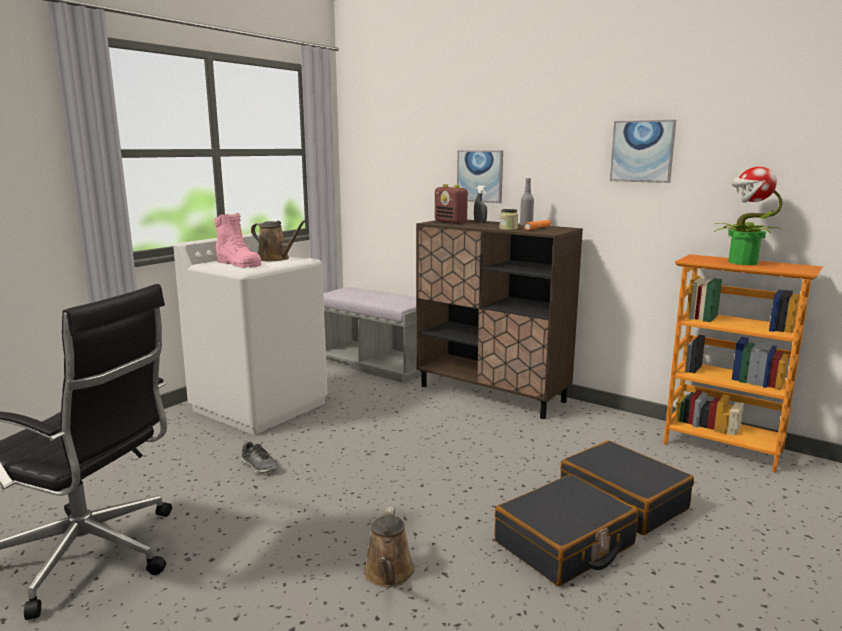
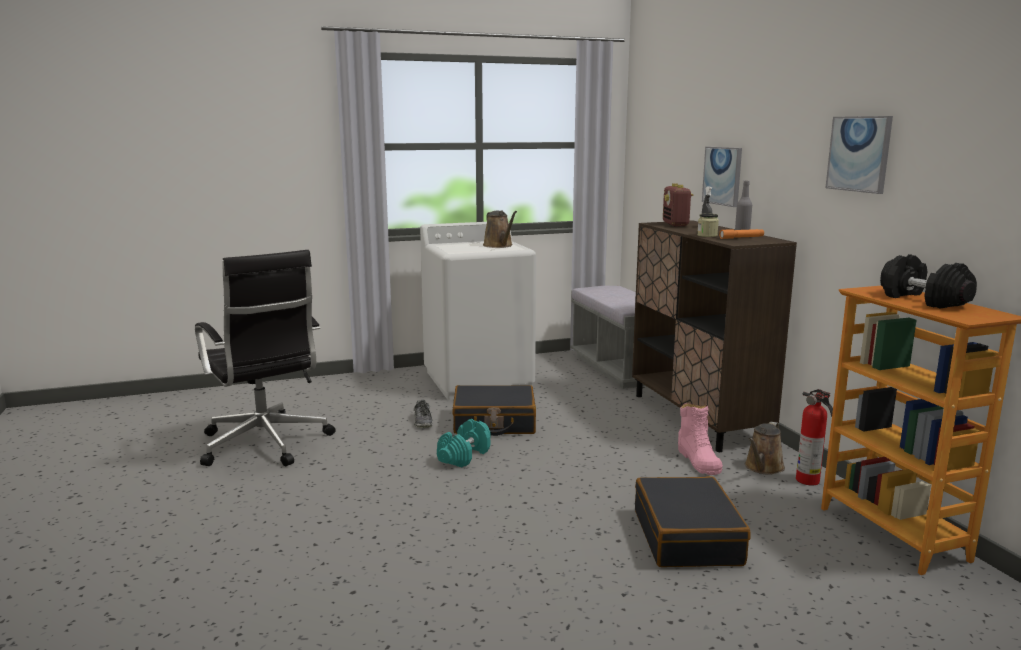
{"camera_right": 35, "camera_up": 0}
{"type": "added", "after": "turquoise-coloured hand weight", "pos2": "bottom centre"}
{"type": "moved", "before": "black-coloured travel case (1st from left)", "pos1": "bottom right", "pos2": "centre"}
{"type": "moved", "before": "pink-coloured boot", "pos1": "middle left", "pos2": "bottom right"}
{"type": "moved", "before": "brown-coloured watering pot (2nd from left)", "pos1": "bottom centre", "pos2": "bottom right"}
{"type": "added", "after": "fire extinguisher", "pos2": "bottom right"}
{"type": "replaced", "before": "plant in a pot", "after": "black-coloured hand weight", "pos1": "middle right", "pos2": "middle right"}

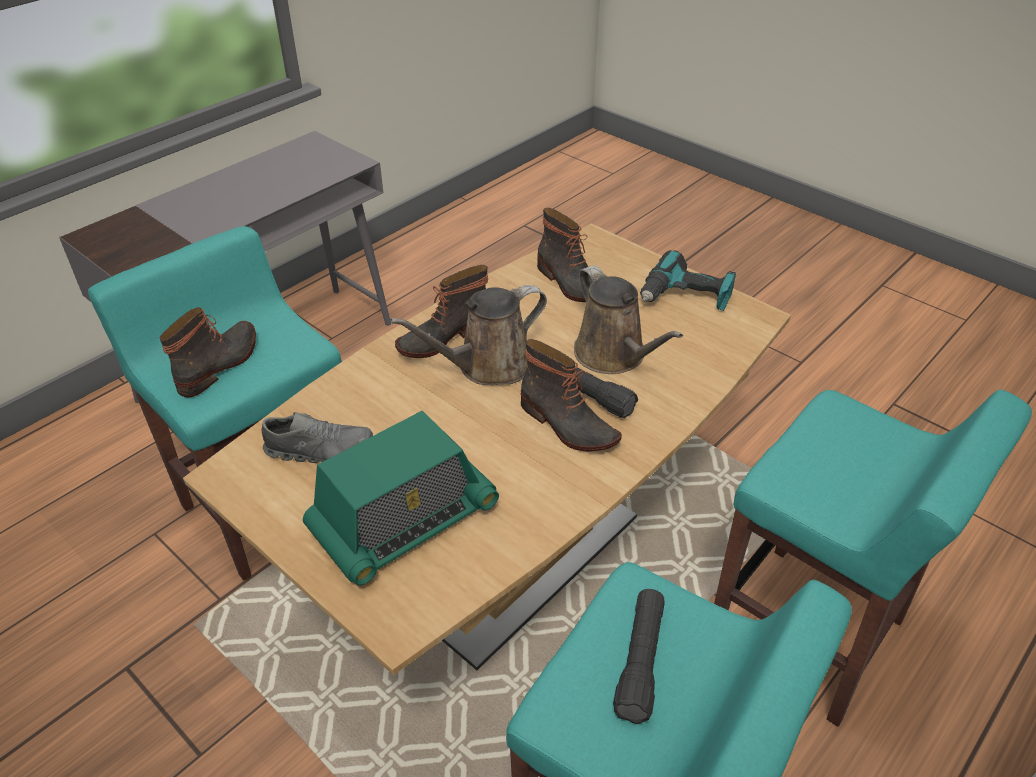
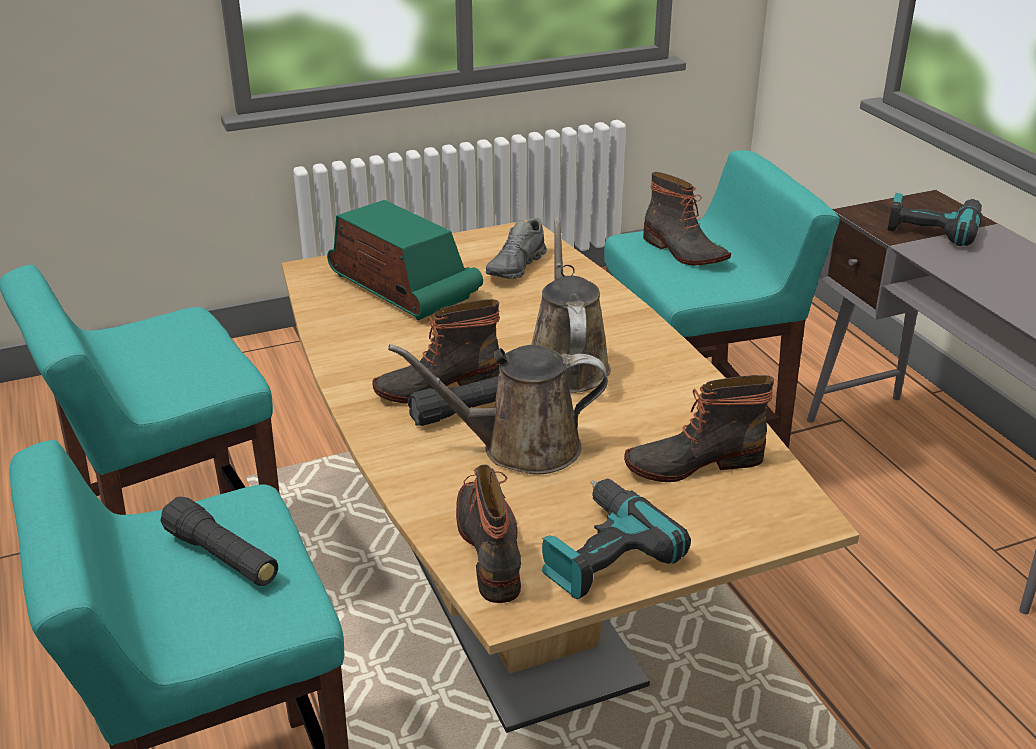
{"camera_right": 115, "camera_up": -10}
{"type": "moved", "before": "black-coloured torch (2nd from left in the first image)", "after": "black-coloured torch (1st from left)", "pos1": "bottom centre", "pos2": "bottom left"}
{"type": "turned", "before": "radio receiver", "pos1": "centre", "pos2": "centre", "turn": 150}
{"type": "moved", "before": "boot (2nd from left)", "pos1": "centre", "pos2": "bottom centre"}
{"type": "added", "after": "drill (2nd from left)", "pos2": "top right"}

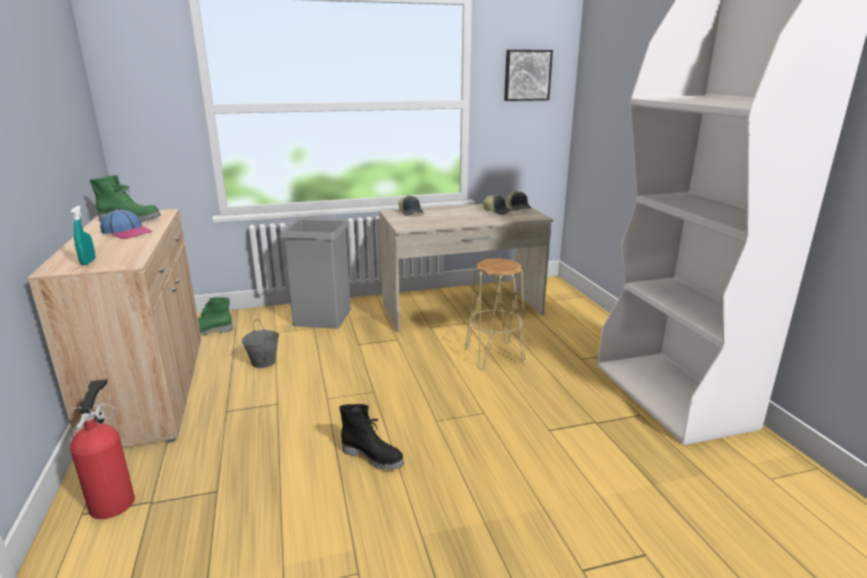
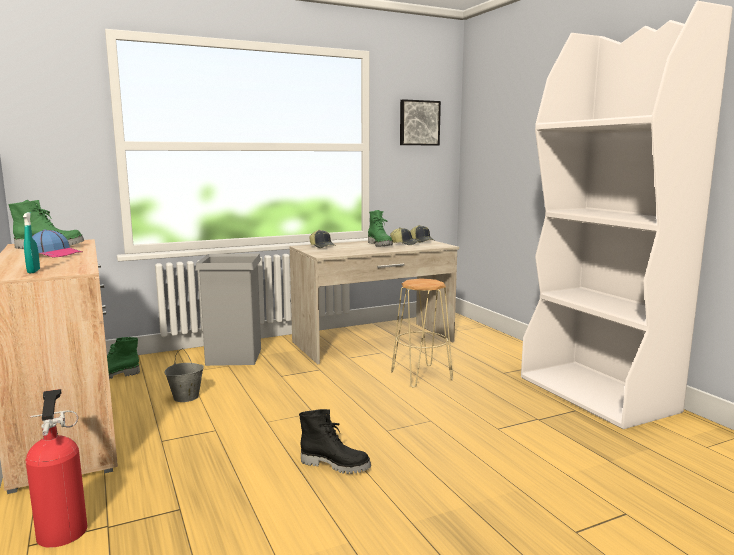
{"camera_right": -10, "camera_up": -10}
{"type": "added", "after": "green-coloured boot (3rd from left)", "pos2": "centre"}

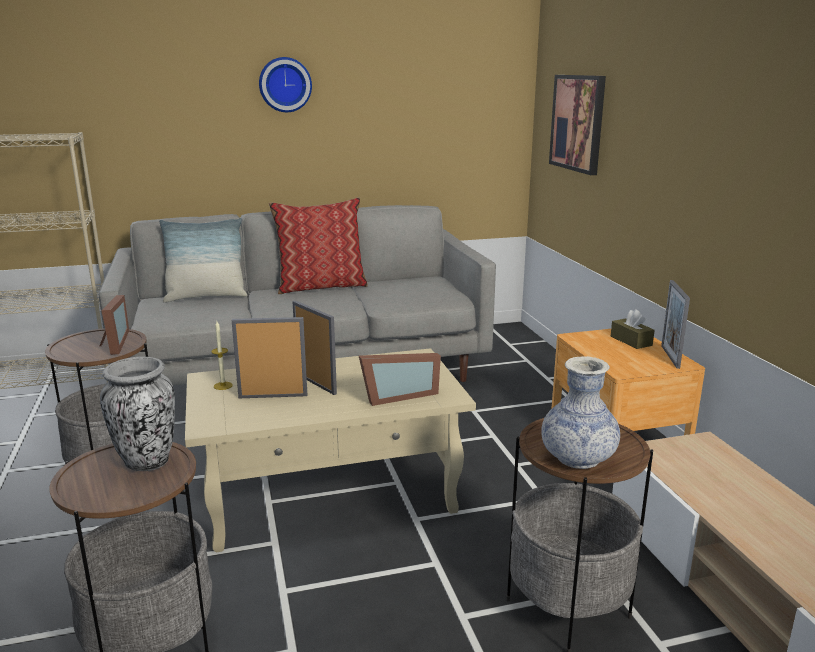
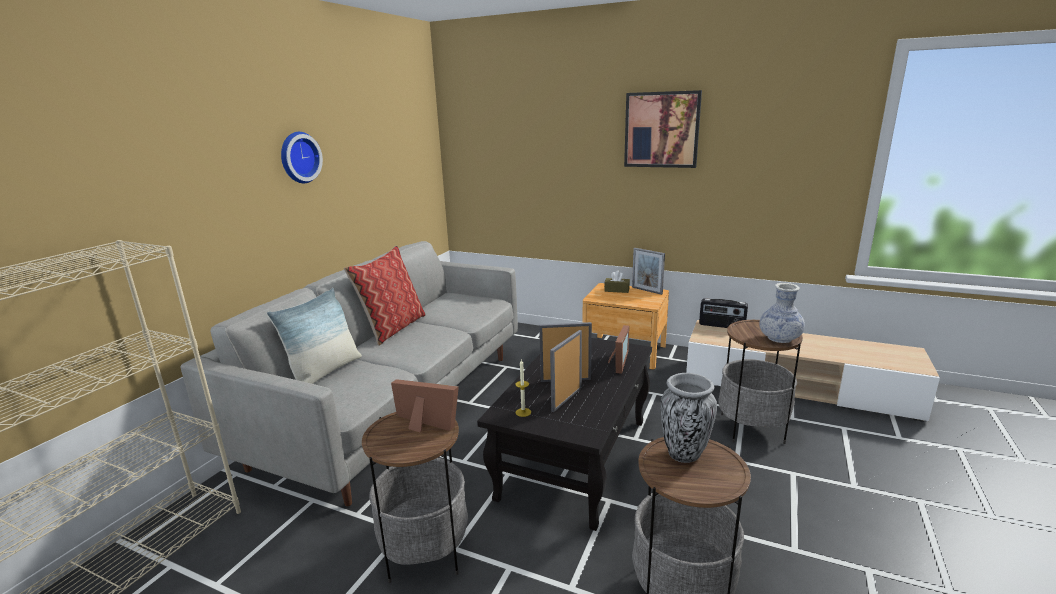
{"camera_right": -50, "camera_up": 0}
{"type": "recoloured", "before": "sand-coloured coffee table", "after": "black-coloured coffee table", "pos1": "bottom centre", "pos2": "bottom centre"}
{"type": "moved", "before": "wall art", "pos1": "top right", "pos2": "top centre"}
{"type": "added", "after": "radio receiver", "pos2": "middle right"}

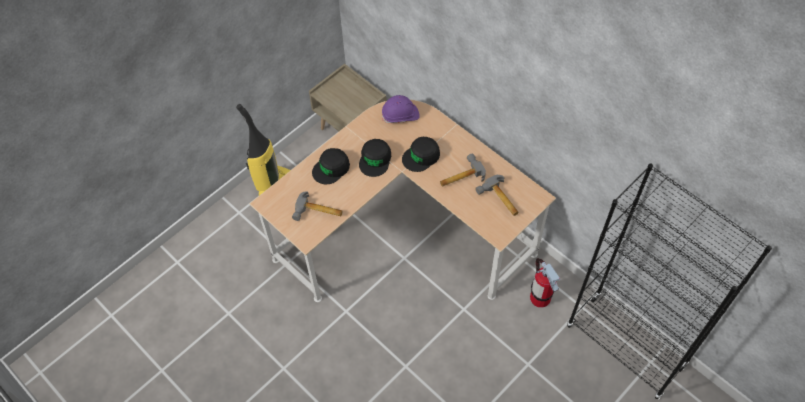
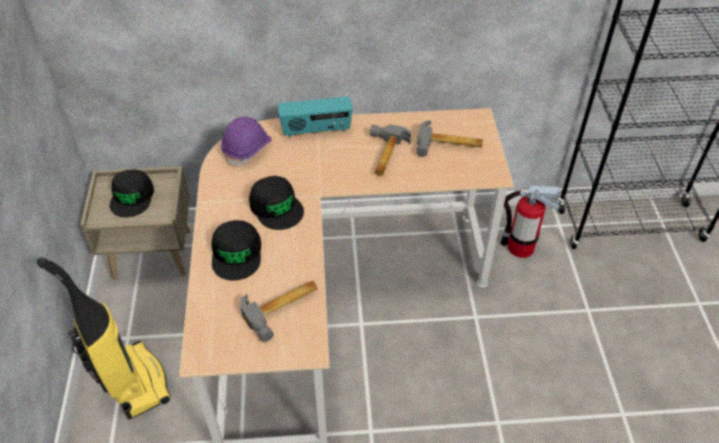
{"camera_right": -50, "camera_up": -10}
{"type": "moved", "before": "black-coloured peaked cap (3rd from left in the first image)", "after": "black-coloured peaked cap (1st from left)", "pos1": "centre", "pos2": "middle left"}
{"type": "added", "after": "radio receiver", "pos2": "top centre"}

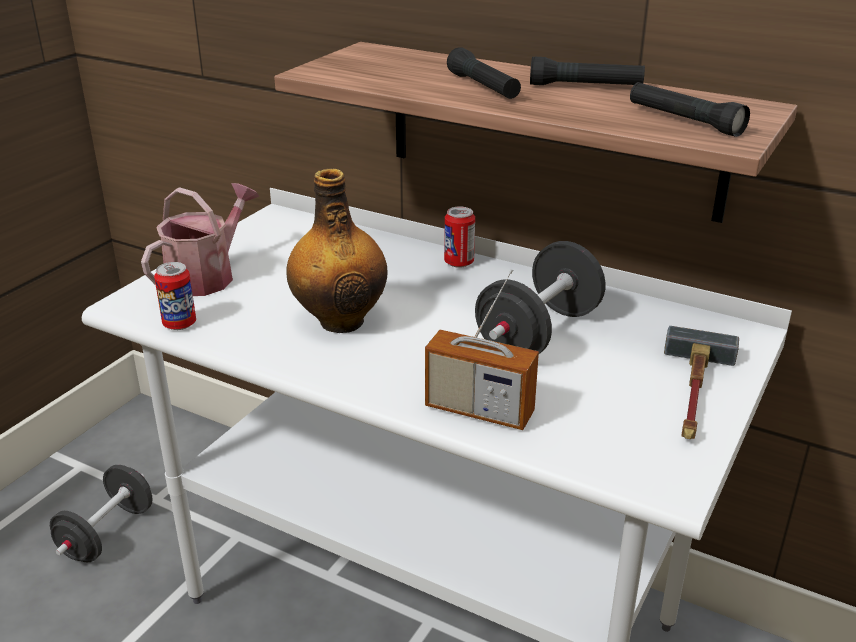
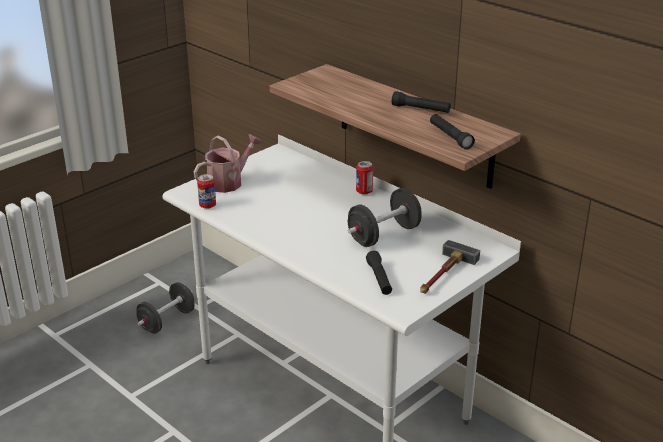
{"camera_right": 15, "camera_up": 0}
{"type": "moved", "before": "black-coloured torch (1st from left)", "pos1": "top centre", "pos2": "centre"}
{"type": "removed", "before": "drink bottle", "pos1": "centre"}
{"type": "removed", "before": "radio receiver", "pos1": "centre"}

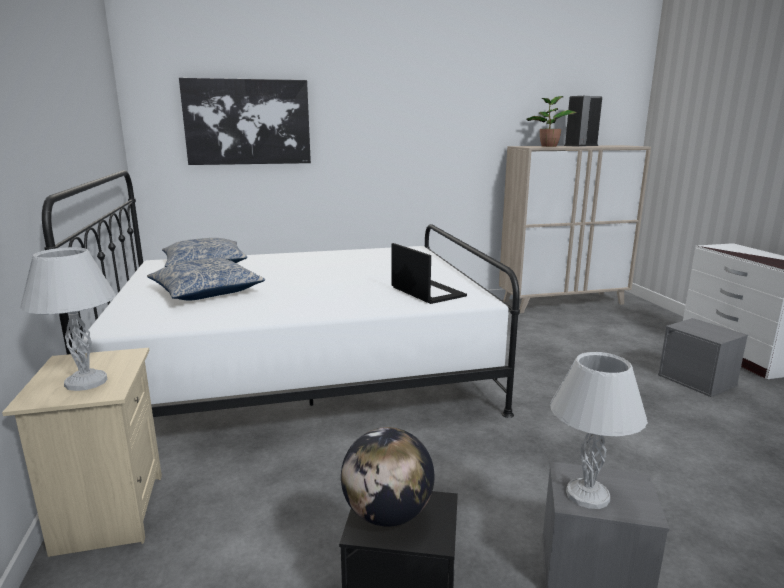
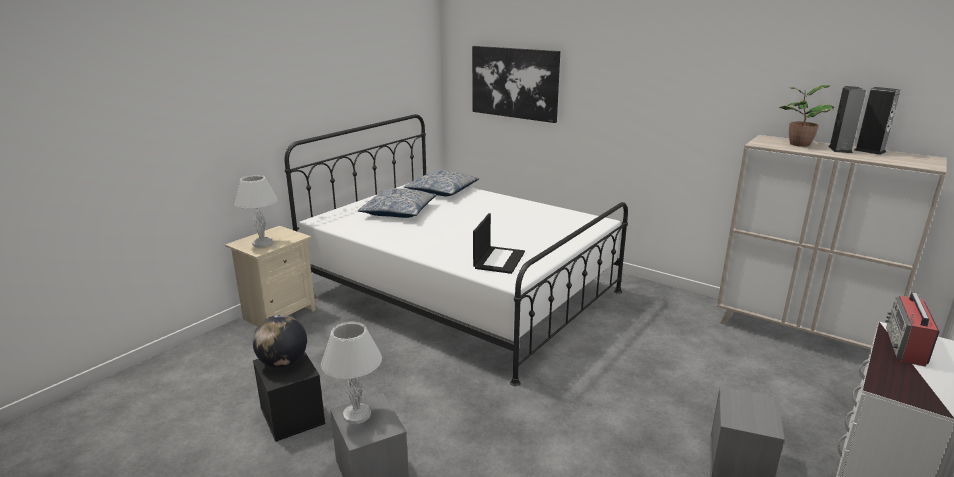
{"camera_right": 50, "camera_up": 5}
{"type": "added", "after": "radio receiver", "pos2": "bottom right"}

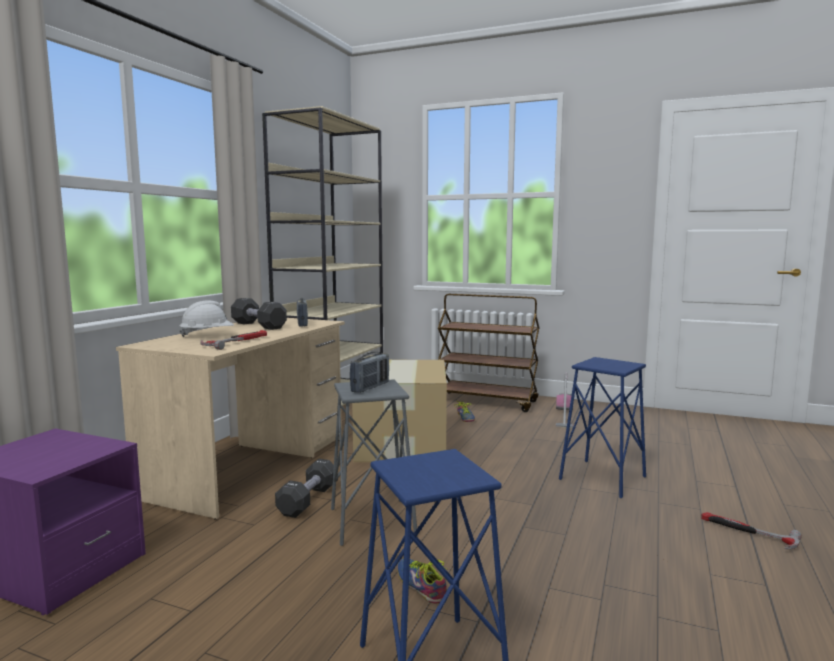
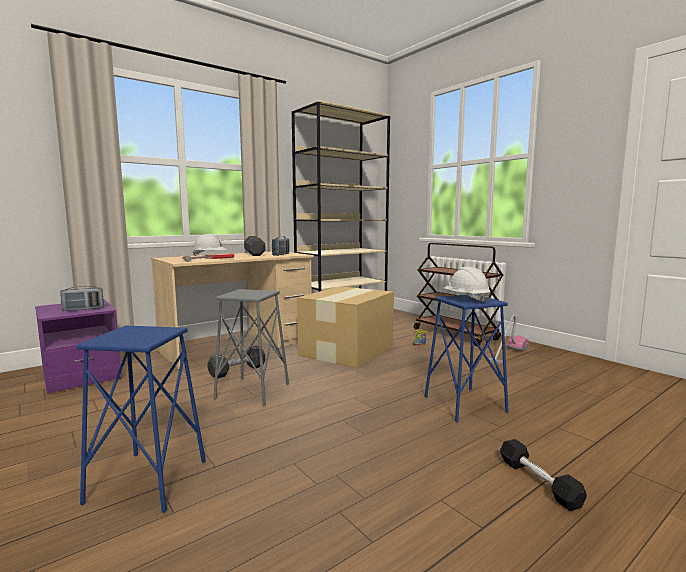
{"camera_right": 30, "camera_up": 0}
{"type": "moved", "before": "radio receiver (2nd from left in the first image)", "after": "radio receiver (1st from left)", "pos1": "centre", "pos2": "middle left"}
{"type": "added", "after": "white-coloured work helmet (2nd from left)", "pos2": "middle right"}
{"type": "replaced", "before": "hand hammer (2nd from left)", "after": "black-coloured hand weight (3rd from left)", "pos1": "bottom right", "pos2": "bottom right"}
{"type": "removed", "before": "item of footwear (1st from left)", "pos1": "bottom centre"}

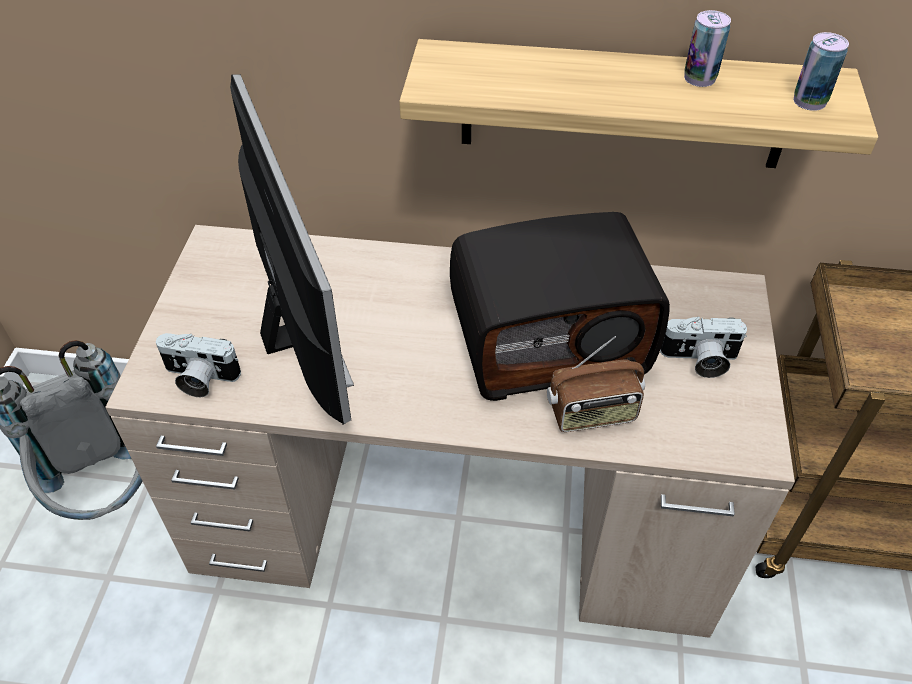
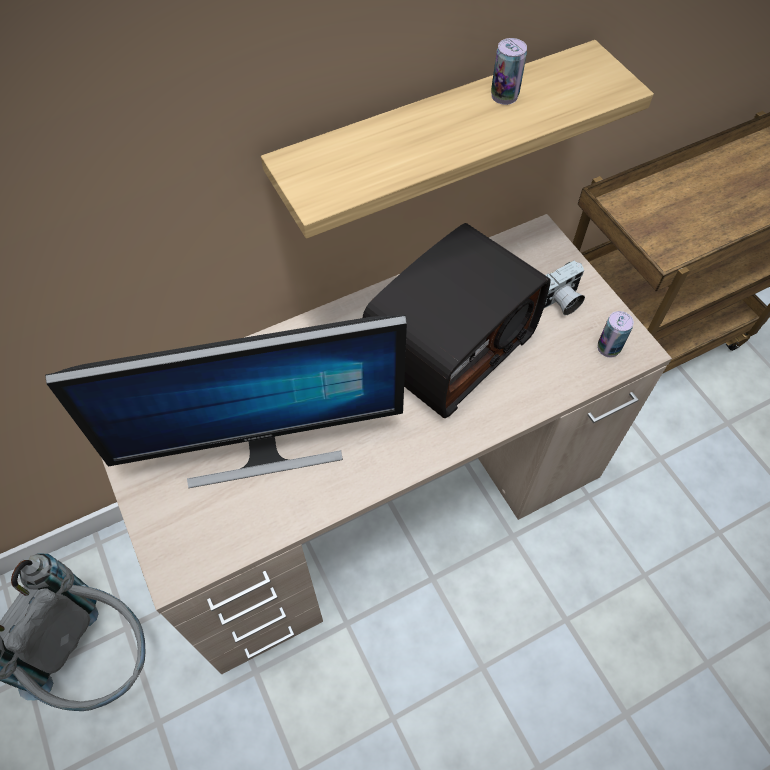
{"camera_right": -35, "camera_up": 10}
{"type": "turned", "before": "computer display", "pos1": "middle left", "pos2": "middle left", "turn": 135}
{"type": "moved", "before": "sealed can (2nd from left)", "pos1": "top right", "pos2": "middle right"}
{"type": "removed", "before": "still camera (1st from left)", "pos1": "middle left"}
{"type": "removed", "before": "radio receiver (2nd from left)", "pos1": "centre"}

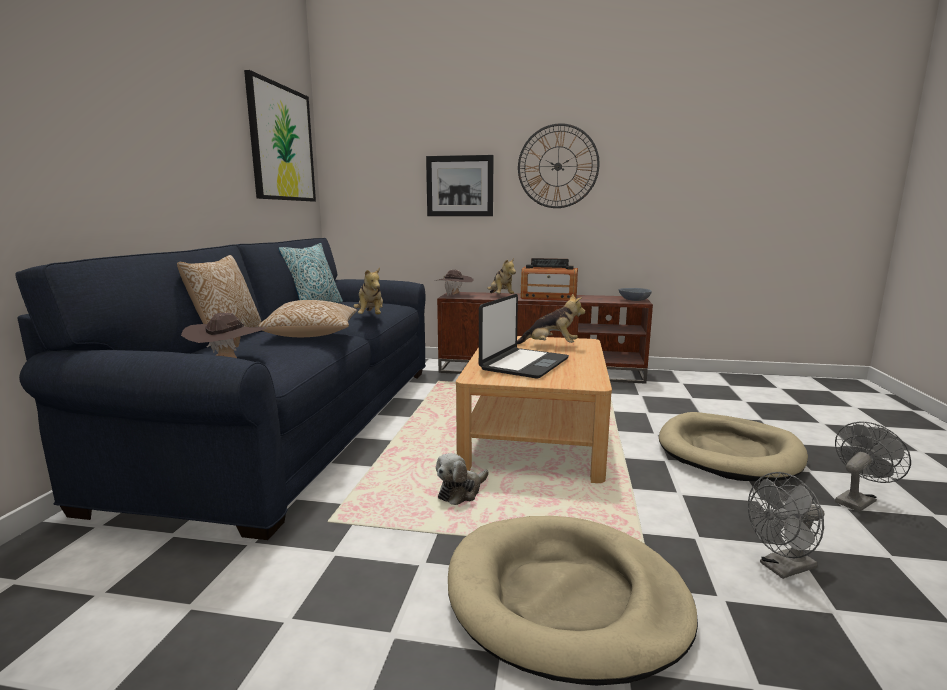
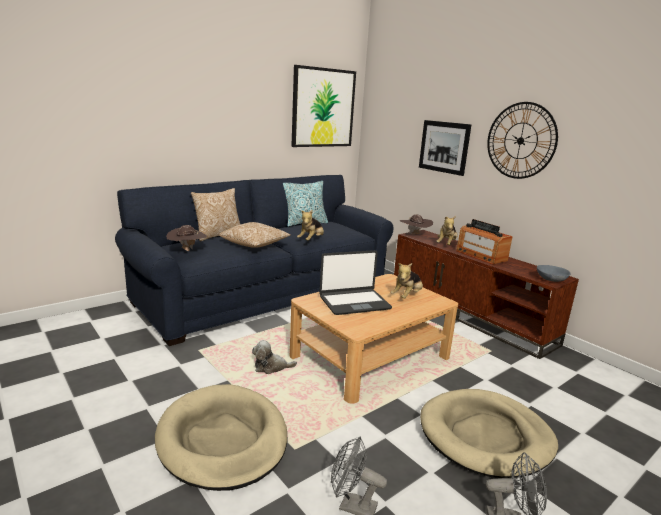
{"camera_right": 40, "camera_up": 5}
{"type": "turned", "before": "cuddly toy (4th from left in the first image)", "pos1": "centre", "pos2": "centre", "turn": 75}

